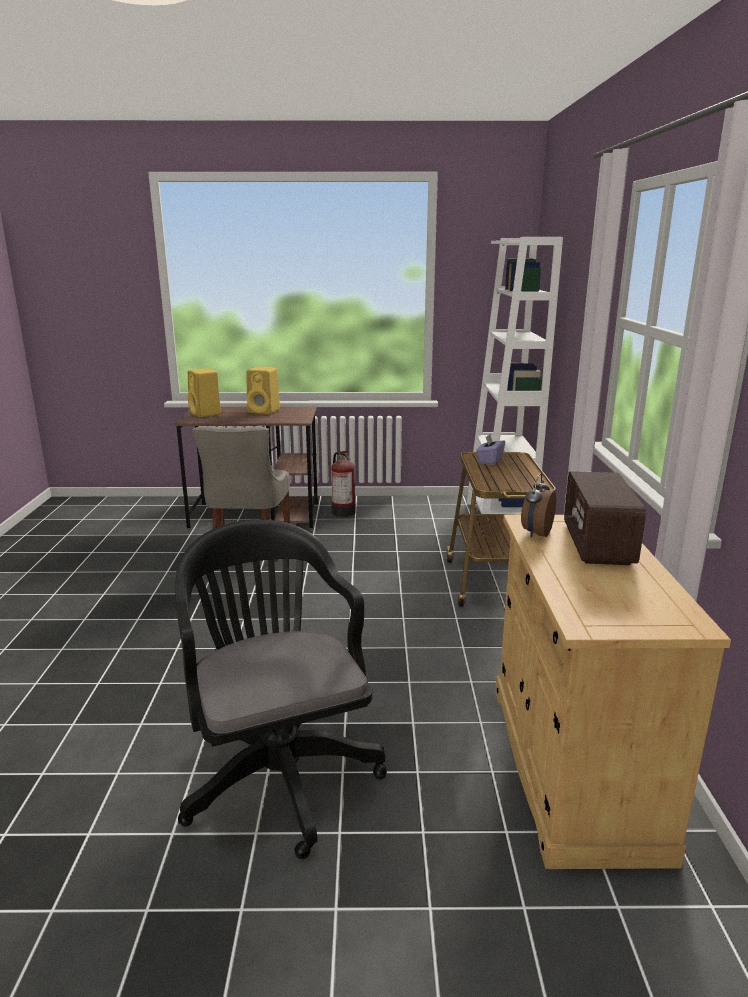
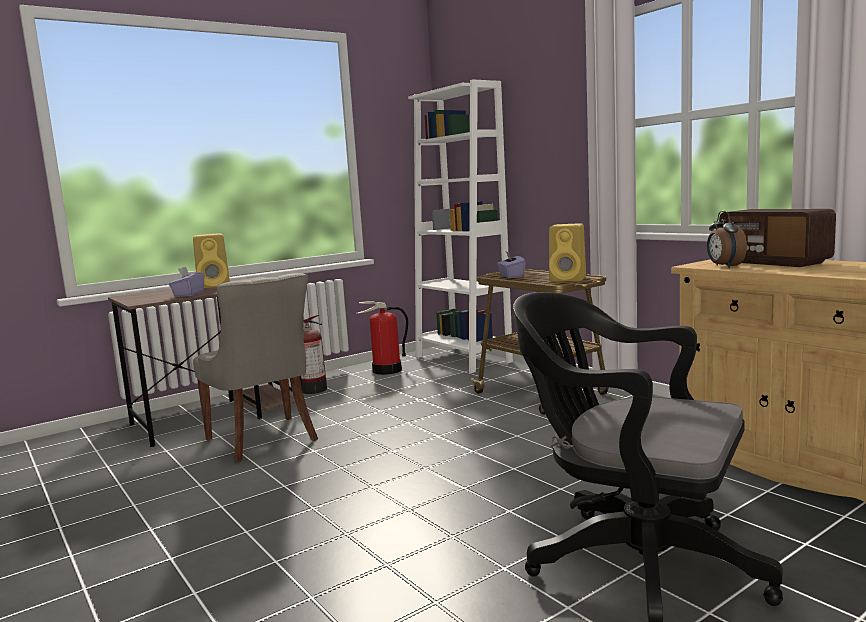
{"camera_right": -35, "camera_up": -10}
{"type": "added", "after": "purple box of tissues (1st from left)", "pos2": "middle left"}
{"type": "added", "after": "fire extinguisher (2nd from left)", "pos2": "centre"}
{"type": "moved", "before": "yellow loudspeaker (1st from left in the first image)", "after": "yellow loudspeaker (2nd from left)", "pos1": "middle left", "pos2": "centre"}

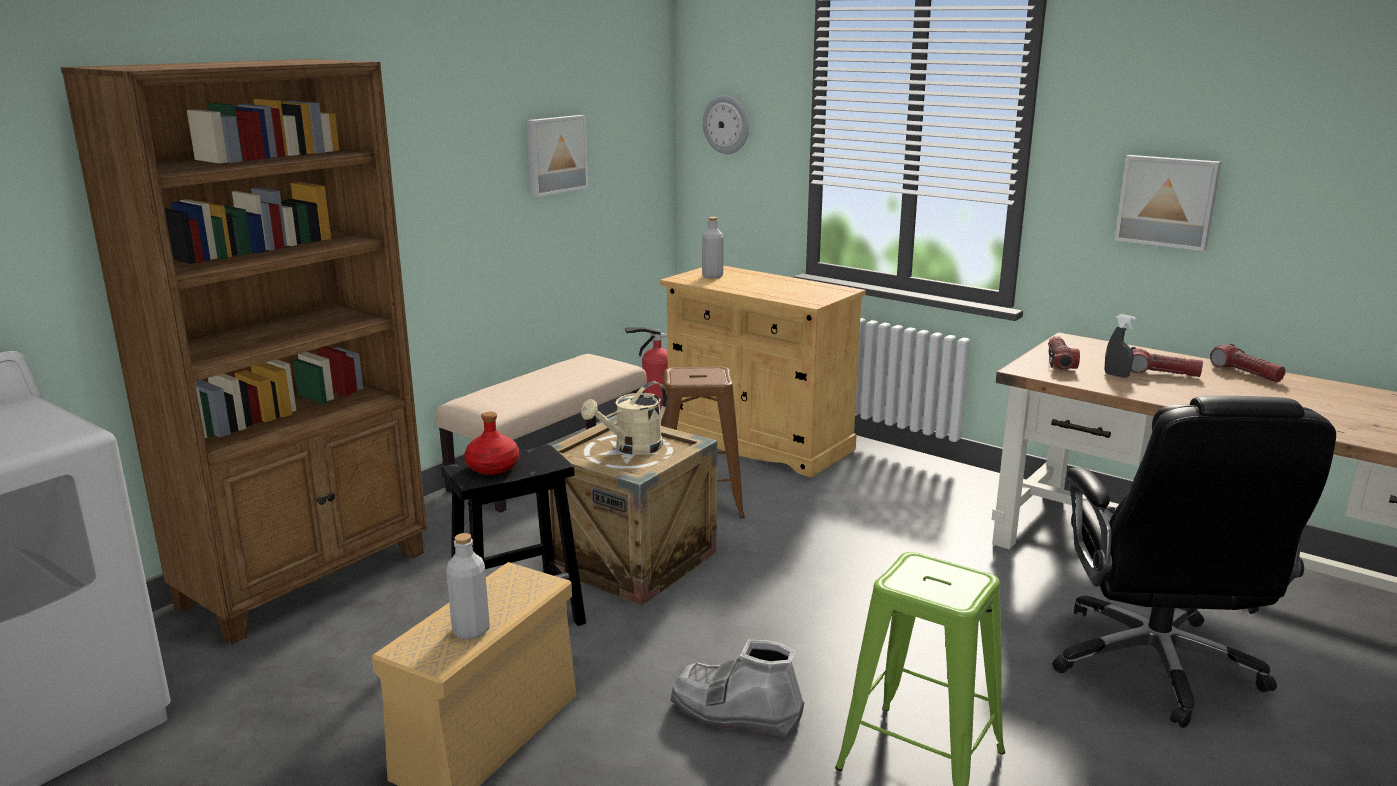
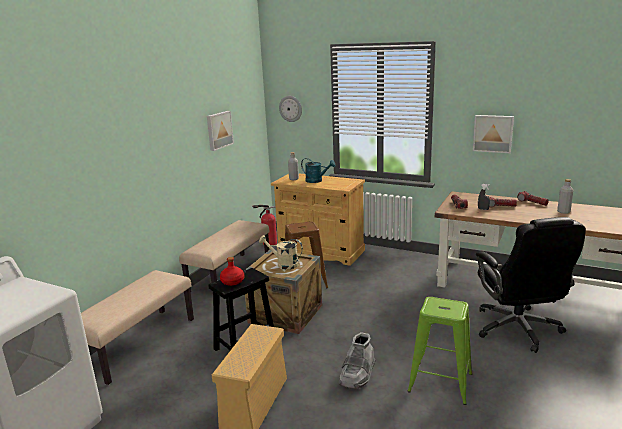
{"camera_right": -10, "camera_up": 0}
{"type": "replaced", "before": "brown-coloured bookcase", "after": "sand-coloured indoor bench (1st from left)", "pos1": "middle left", "pos2": "bottom left"}
{"type": "turned", "before": "sand-coloured watering pot", "pos1": "centre", "pos2": "centre", "turn": 75}
{"type": "added", "after": "turquoise-coloured watering pot", "pos2": "centre"}
{"type": "turned", "before": "grey boot", "pos1": "bottom centre", "pos2": "bottom centre", "turn": -75}
{"type": "moved", "before": "grey drink bottle (1st from left in the first image)", "after": "grey drink bottle (2nd from left)", "pos1": "bottom centre", "pos2": "middle right"}

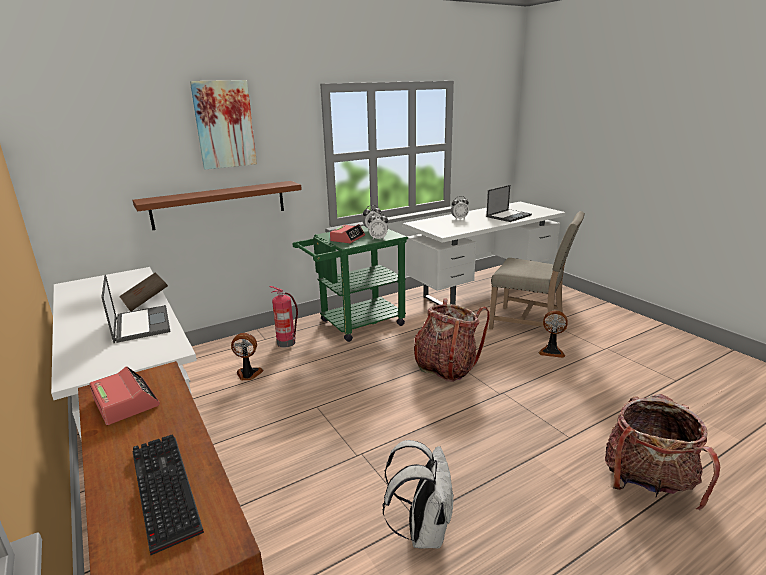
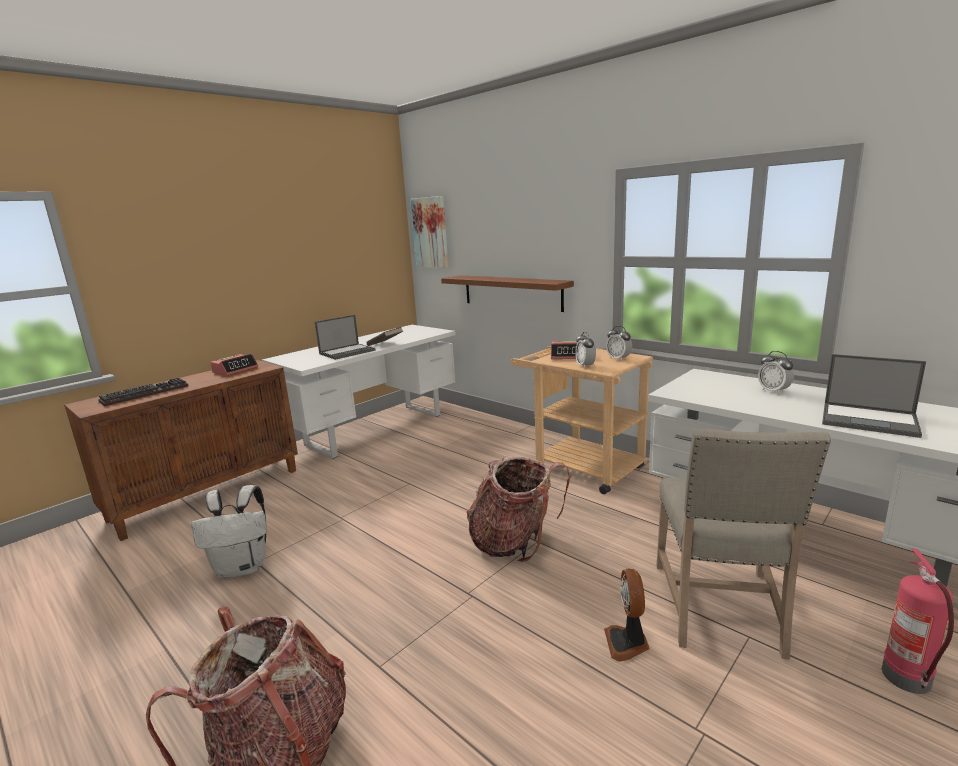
{"camera_right": 75, "camera_up": -5}
{"type": "moved", "before": "wall art", "pos1": "top left", "pos2": "top centre"}
{"type": "recoloured", "before": "green-coloured cart", "after": "sand-coloured cart", "pos1": "centre", "pos2": "centre"}
{"type": "moved", "before": "fire extinguisher", "pos1": "centre", "pos2": "bottom right"}
{"type": "removed", "before": "cooling fan (1st from left)", "pos1": "middle left"}

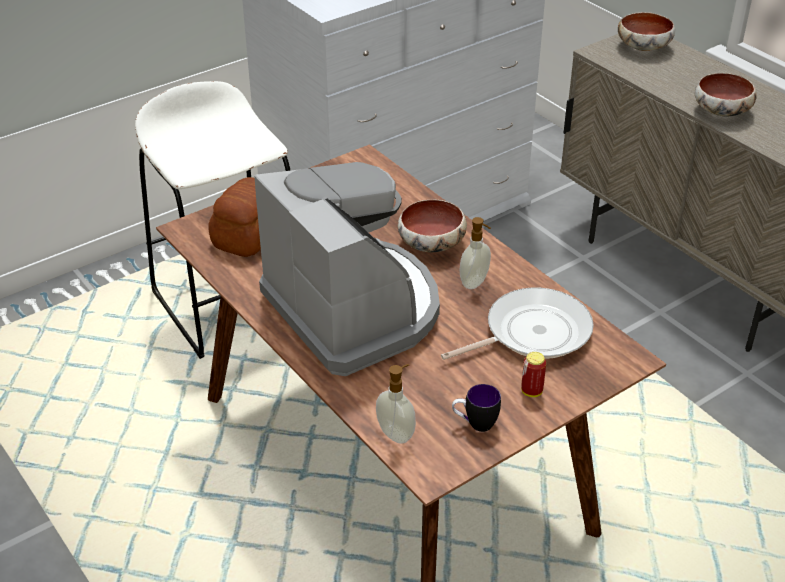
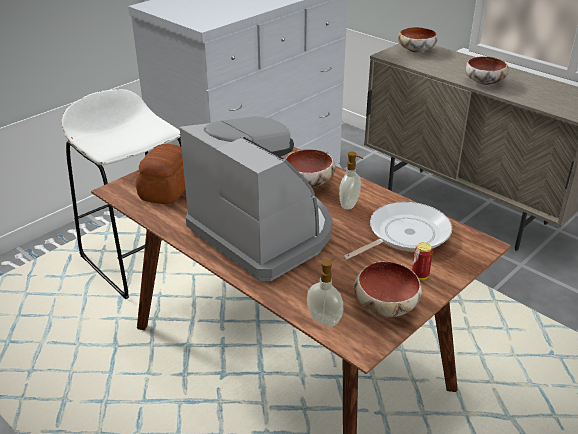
{"camera_right": -10, "camera_up": -5}
{"type": "replaced", "before": "mug", "after": "bowl (2nd from left)", "pos1": "bottom centre", "pos2": "middle right"}

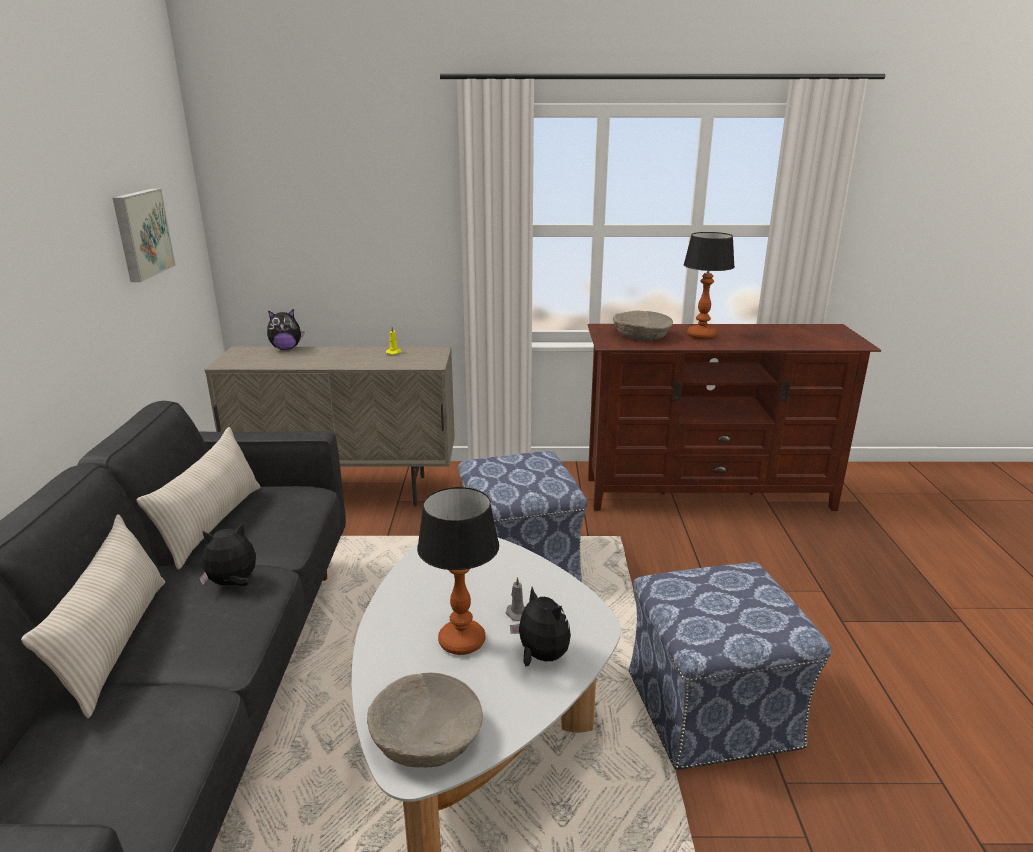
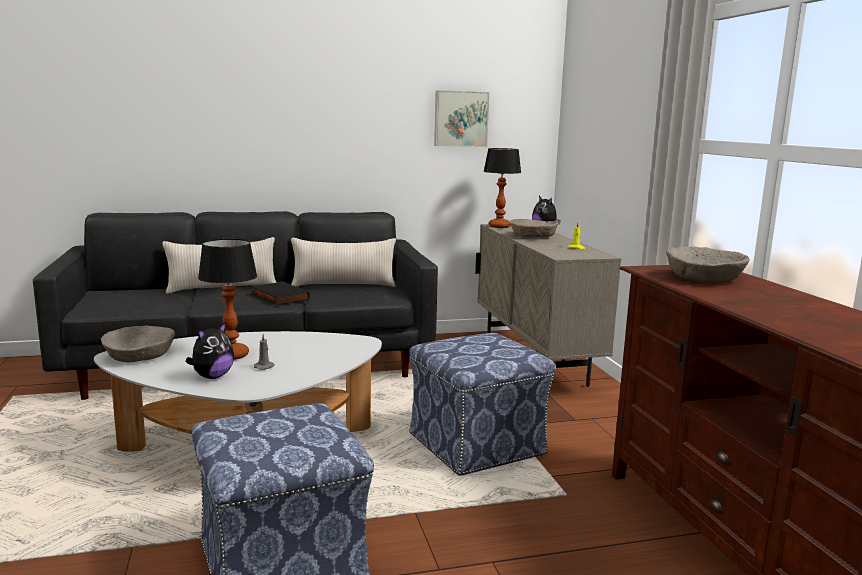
{"camera_right": 75, "camera_up": -10}
{"type": "replaced", "before": "cuddly toy (1st from left)", "after": "black-coloured bound book", "pos1": "middle left", "pos2": "middle left"}
{"type": "moved", "before": "lamp for a table (2nd from left)", "pos1": "middle right", "pos2": "top centre"}
{"type": "added", "after": "sand-coloured bowl (2nd from left)", "pos2": "centre"}

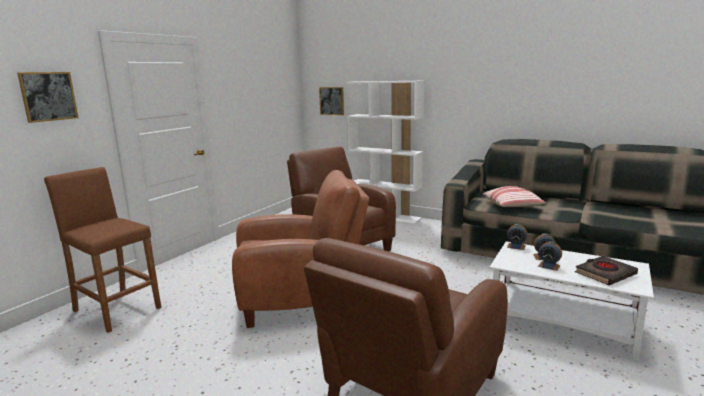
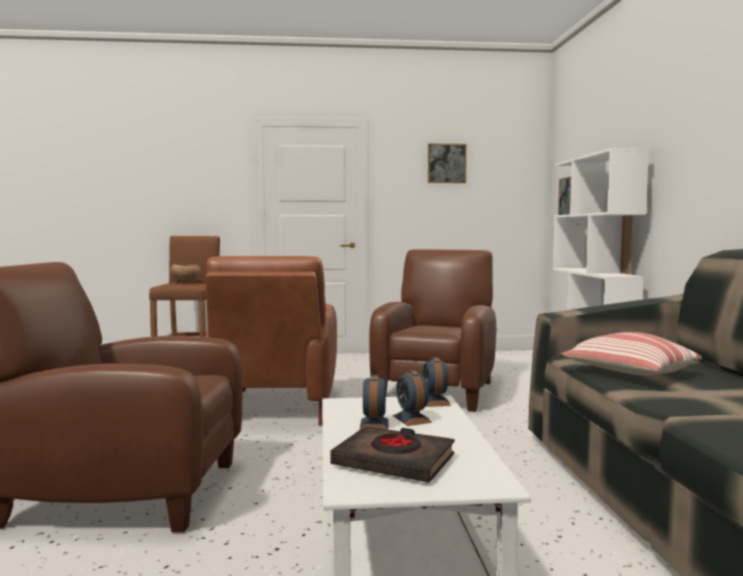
{"camera_right": 55, "camera_up": -10}
{"type": "added", "after": "brown-coloured bowl", "pos2": "middle left"}
{"type": "turned", "before": "brown-coloured easy chair (1st from left in the first image)", "pos1": "centre", "pos2": "centre", "turn": 45}
{"type": "moved", "before": "wall art (1st from left)", "pos1": "top left", "pos2": "top centre"}

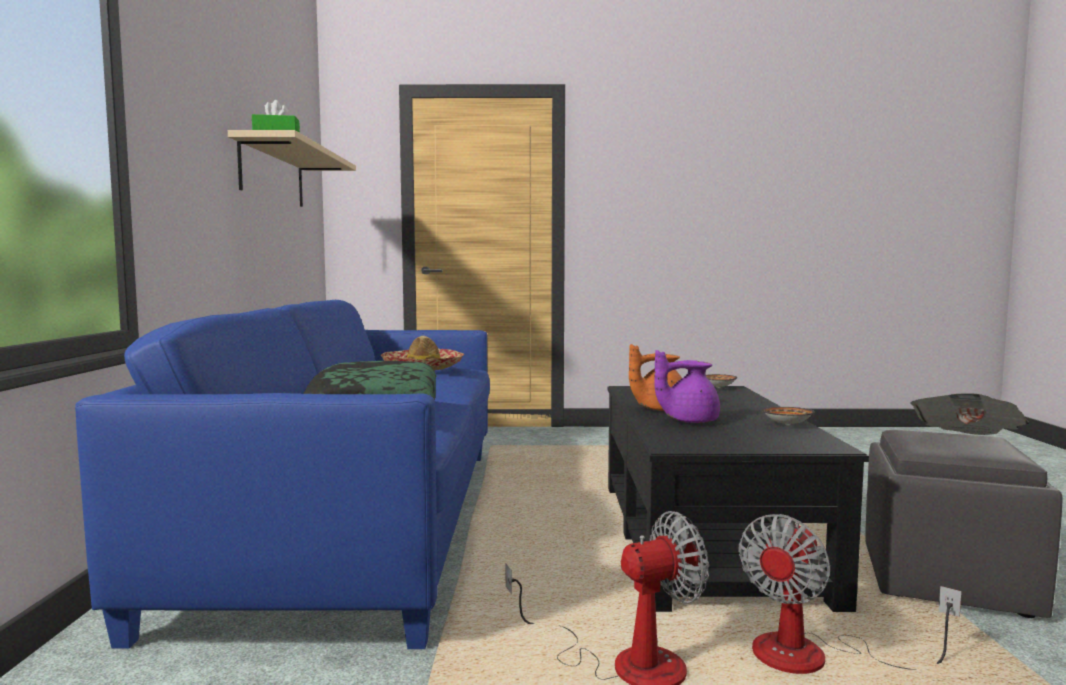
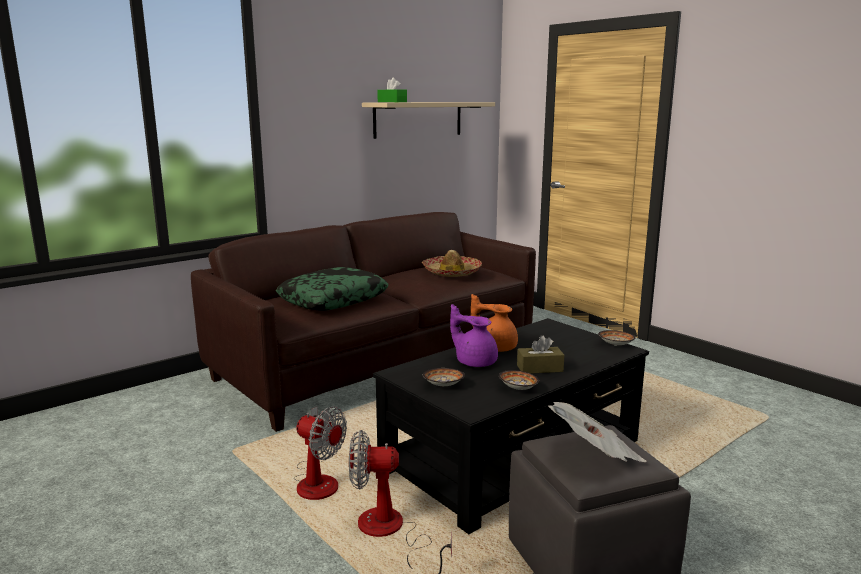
{"camera_right": 50, "camera_up": 10}
{"type": "recoloured", "before": "bluish sofa", "after": "brown-coloured sofa", "pos1": "bottom left", "pos2": "centre"}
{"type": "added", "after": "bowl (1st from left)", "pos2": "centre"}
{"type": "added", "after": "brown-coloured box of tissues", "pos2": "centre"}

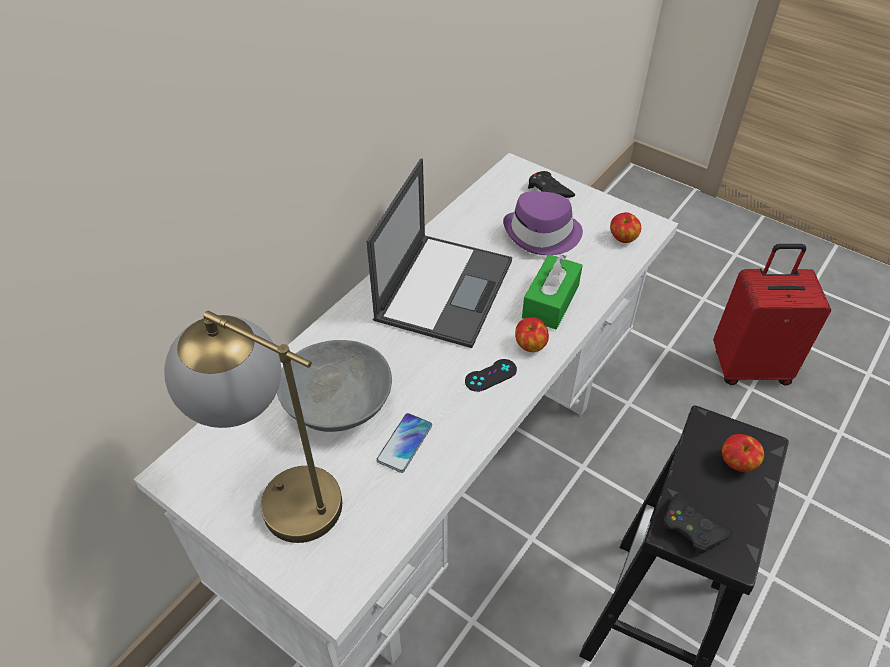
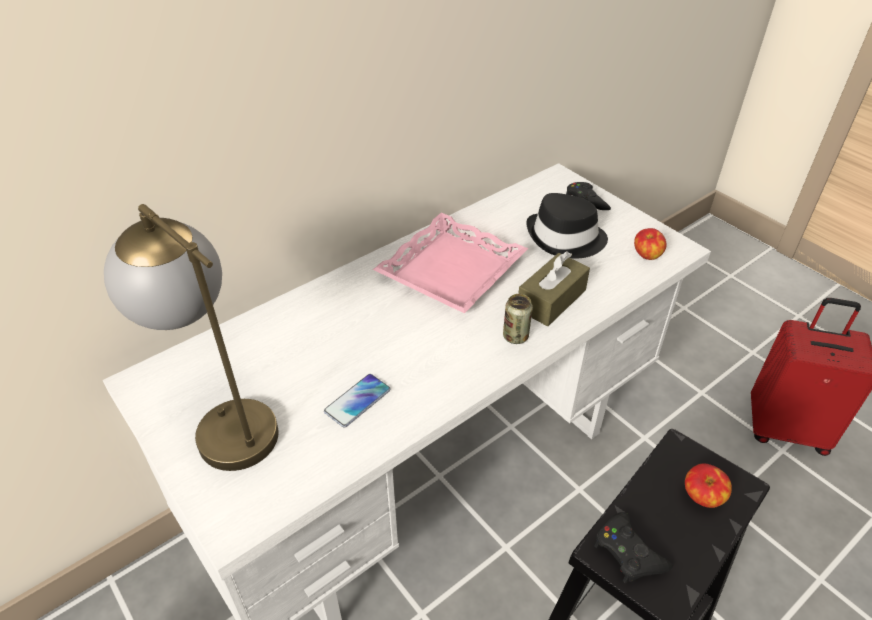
{"camera_right": 15, "camera_up": -5}
{"type": "replaced", "before": "notebook computer", "after": "pink-coloured serving tray", "pos1": "centre", "pos2": "centre"}
{"type": "replaced", "before": "apple fruit (1st from left)", "after": "sealed can", "pos1": "centre", "pos2": "centre"}
{"type": "recoloured", "before": "green-coloured box of tissues", "after": "brown-coloured box of tissues", "pos1": "centre", "pos2": "centre"}
{"type": "recoloured", "before": "purple hat", "after": "black-coloured hat", "pos1": "centre", "pos2": "centre"}
{"type": "removed", "before": "grey bowl", "pos1": "centre"}
{"type": "removed", "before": "black-coloured game controller (1st from left)", "pos1": "centre"}

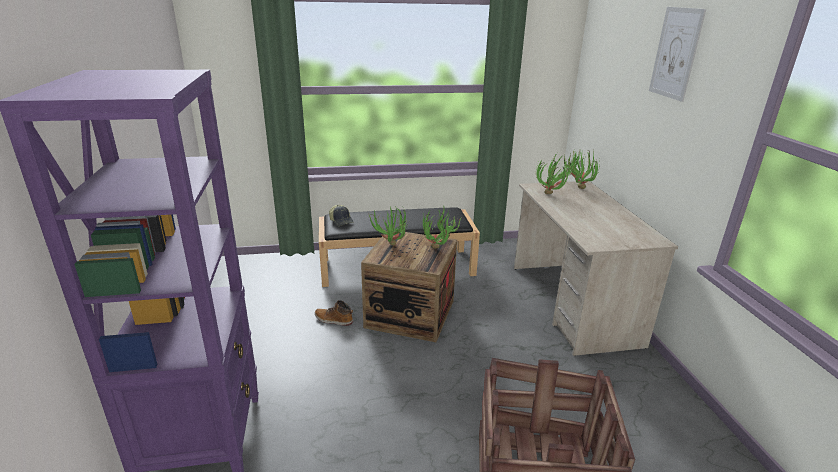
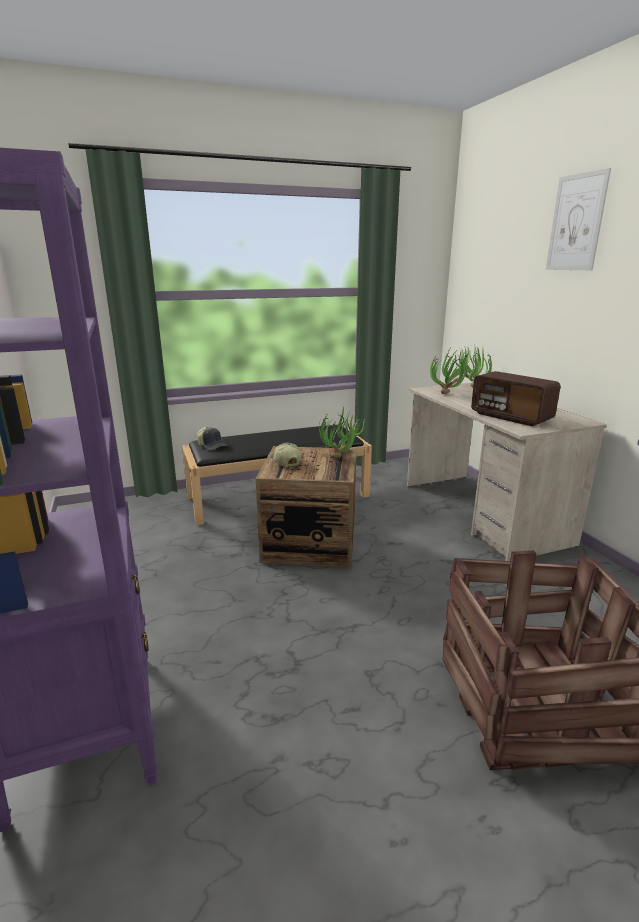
{"camera_right": -10, "camera_up": -5}
{"type": "replaced", "before": "plant in a pot (1st from left)", "after": "peaked cap (2nd from left)", "pos1": "centre", "pos2": "centre"}
{"type": "added", "after": "radio receiver", "pos2": "middle right"}
{"type": "removed", "before": "boot", "pos1": "centre"}

